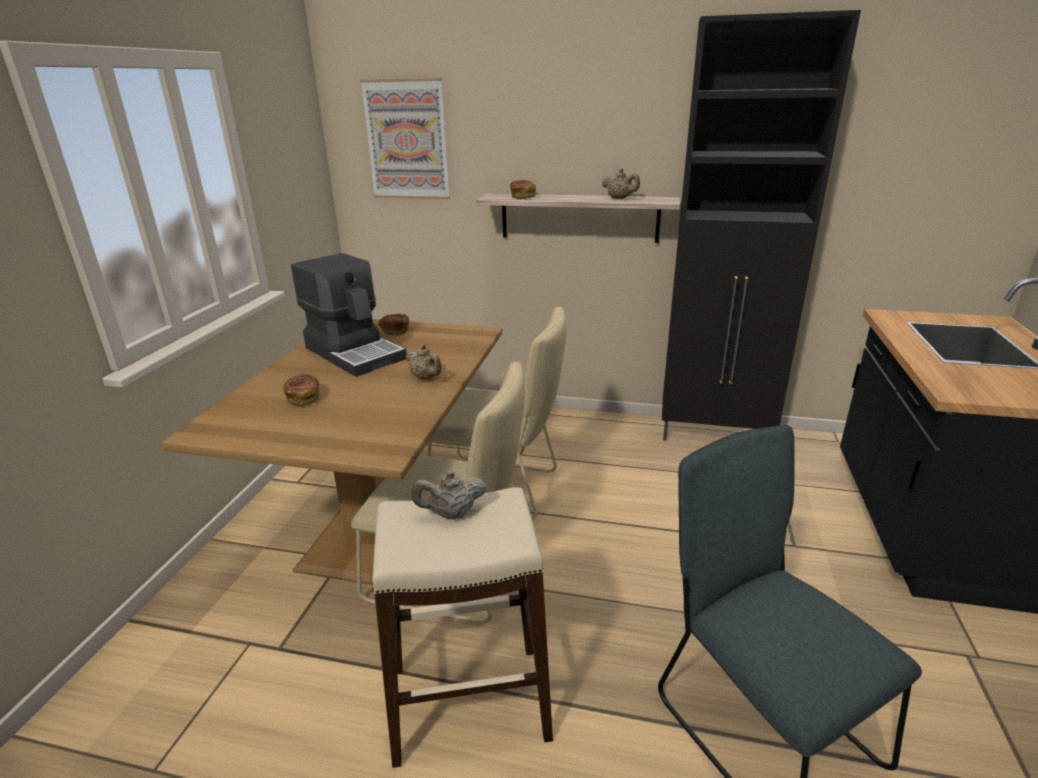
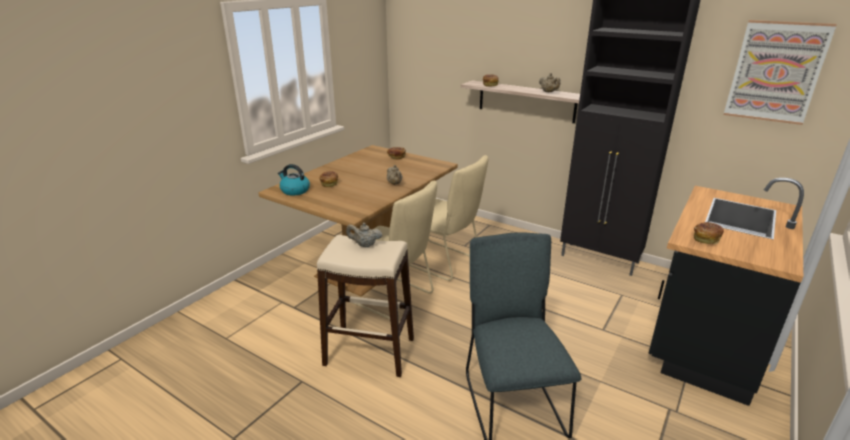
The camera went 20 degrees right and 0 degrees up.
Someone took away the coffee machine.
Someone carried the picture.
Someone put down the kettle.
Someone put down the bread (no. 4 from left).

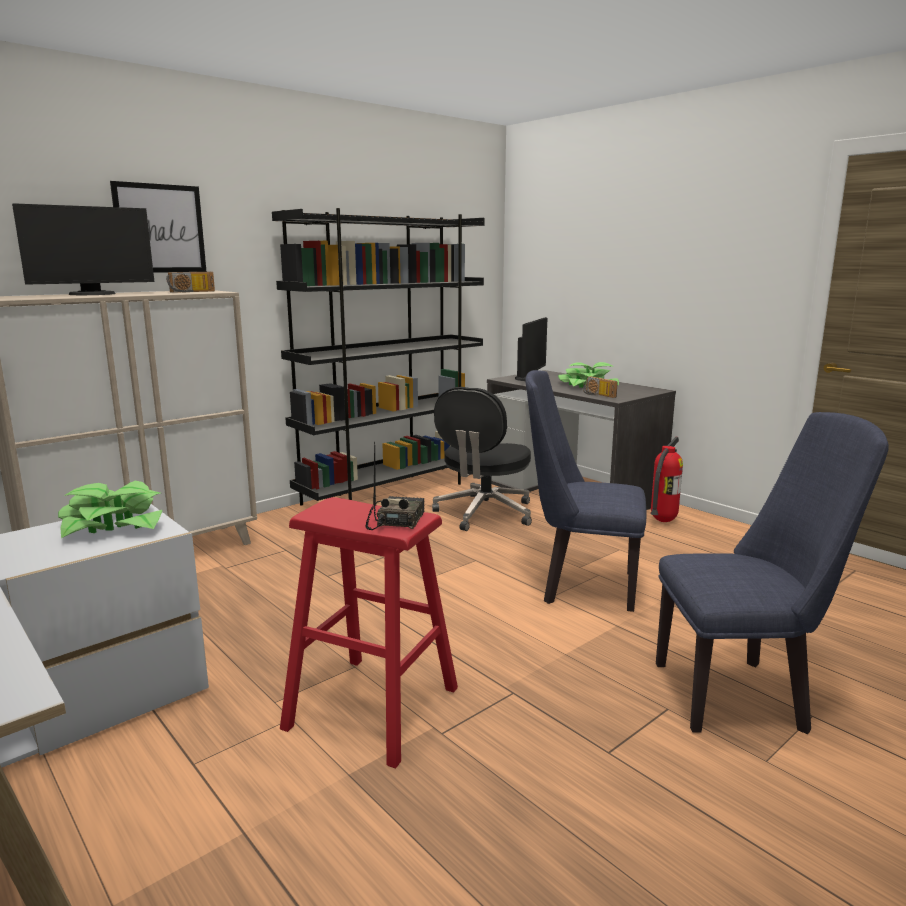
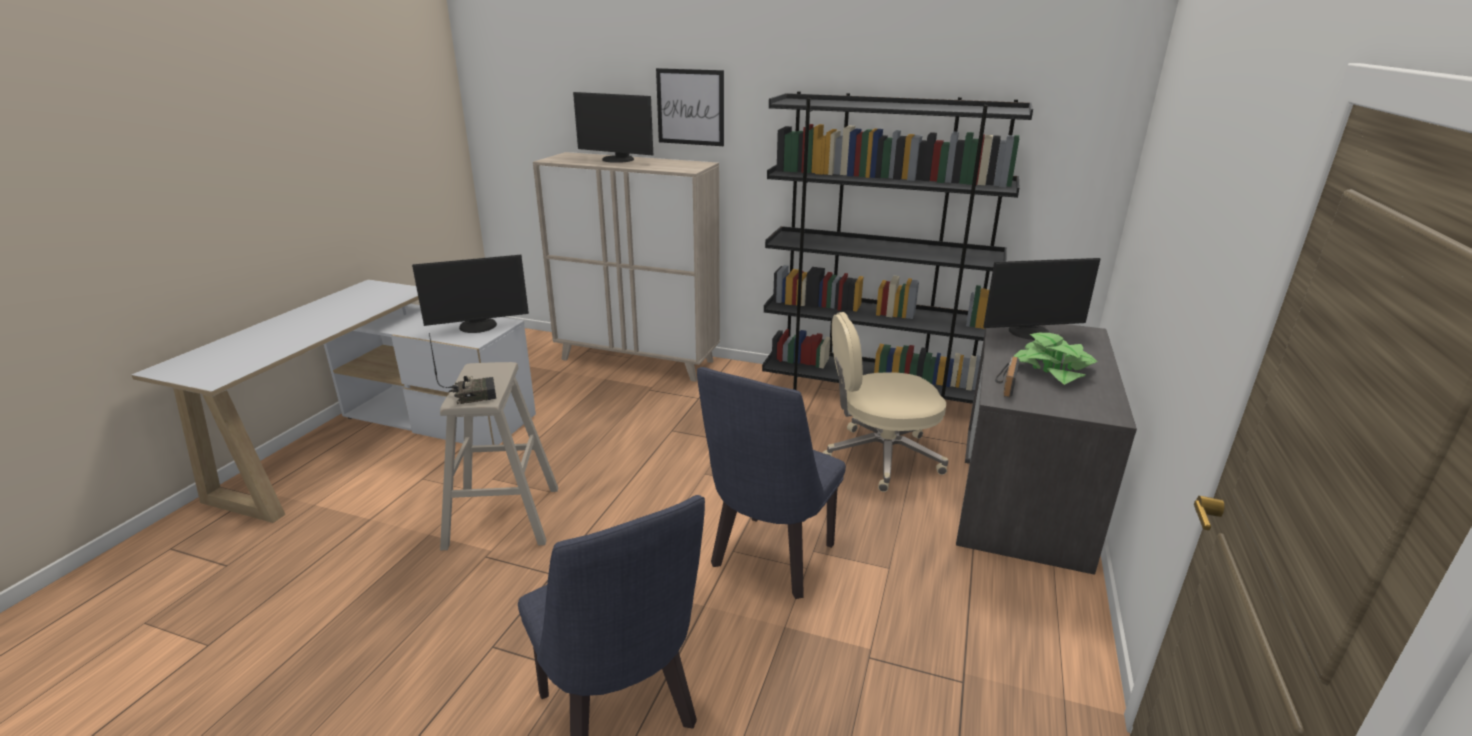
The camera went 60 degrees right and 10 degrees up.
Someone swapped the potted plant (no. 1 from left) for the monitor (no. 1 from left).
Someone took away the radio (no. 1 from left).
Someone repainted the red stool, which became the beige stool.
Someone repainted the black office chair, which became the beige office chair.
Someone rotated the blue chair (no. 1 from left in the first image) by 135 degrees counterclockwise.
Someone took away the fire extinguisher.

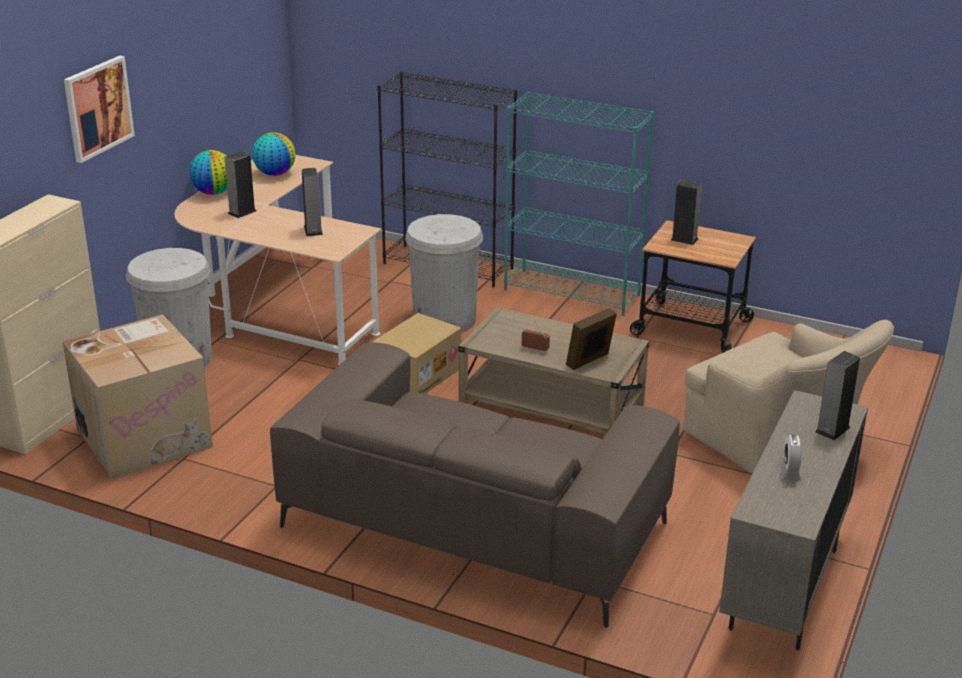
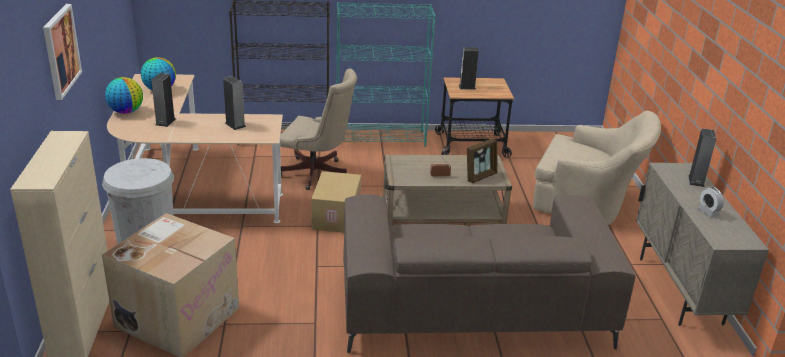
The camera went 30 degrees left and 0 degrees up.
Someone swapped the white trash can (no. 2 from left) for the beige office chair.
Someone rotated the picture frame by 150 degrees counterclockwise.

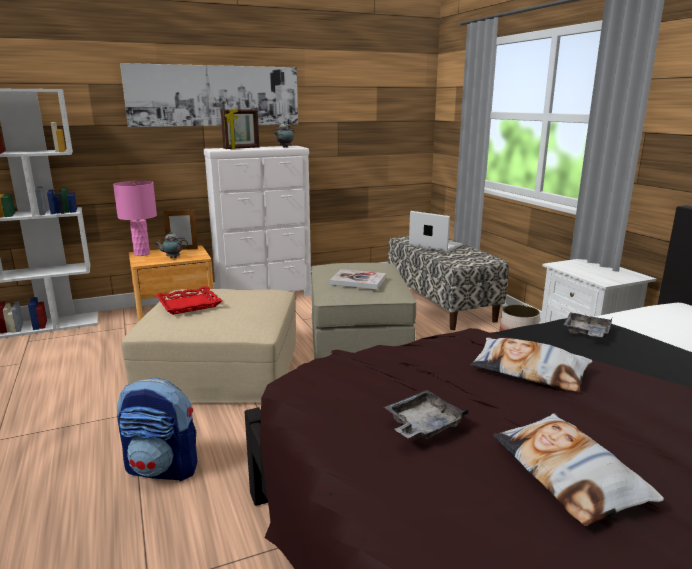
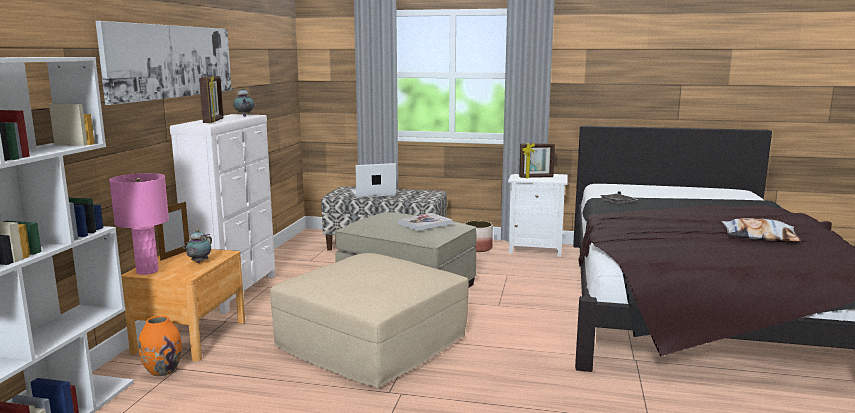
The camera went 55 degrees left and 5 degrees down.
Someone took away the backpack.
Someone took away the red tray.
Someone took away the grey tray (no. 1 from left).
Someone took away the pillow (no. 1 from left).
Someone put down the orange vase.
Someone put down the picture frame (no. 3 from left).

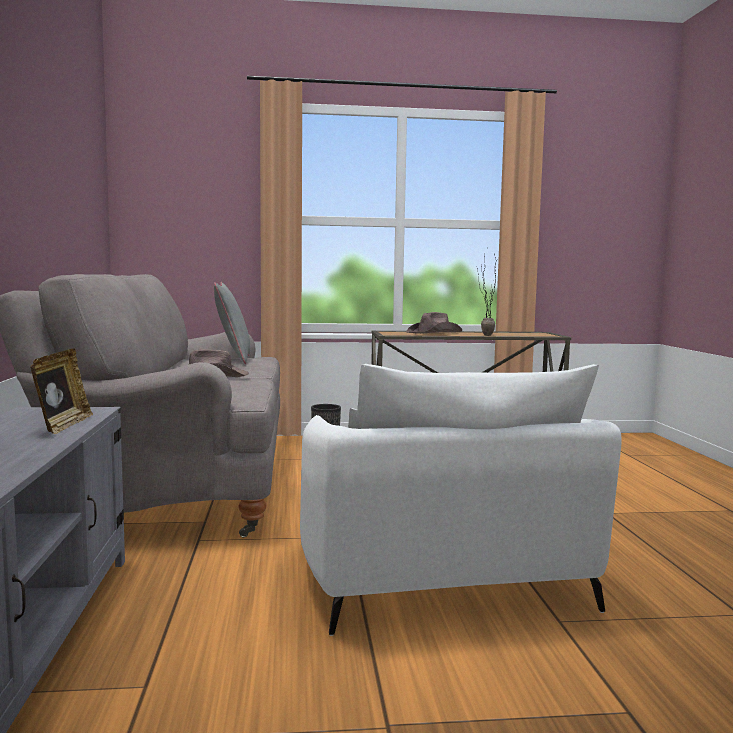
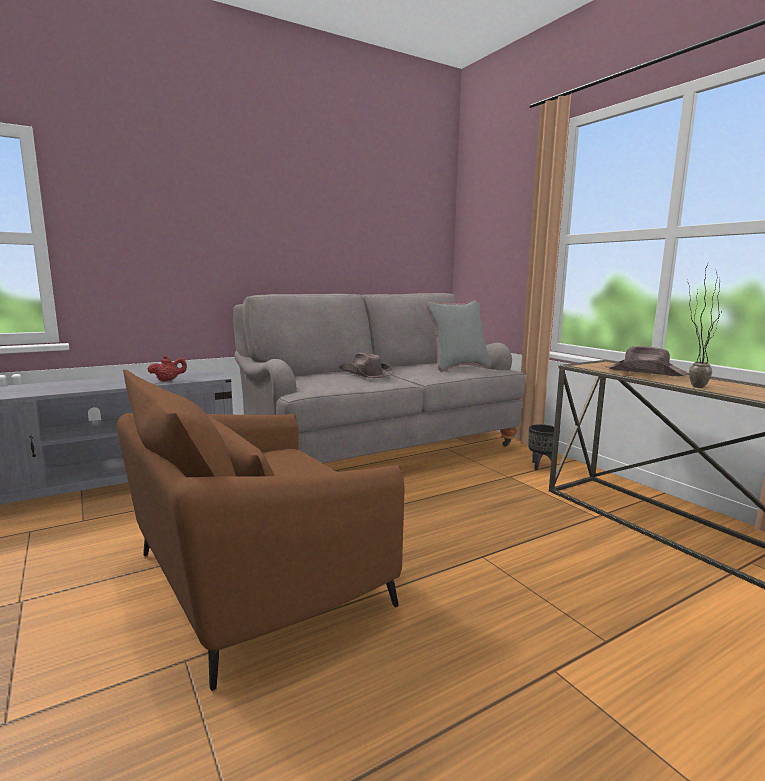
The camera went 65 degrees right and 5 degrees up.
Someone swapped the picture frame for the red teapot.
Someone repainted the white armchair, which became the brown armchair.

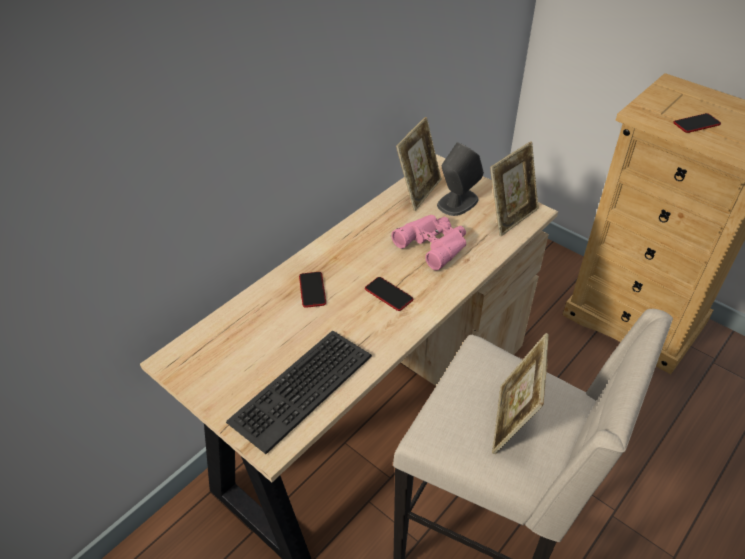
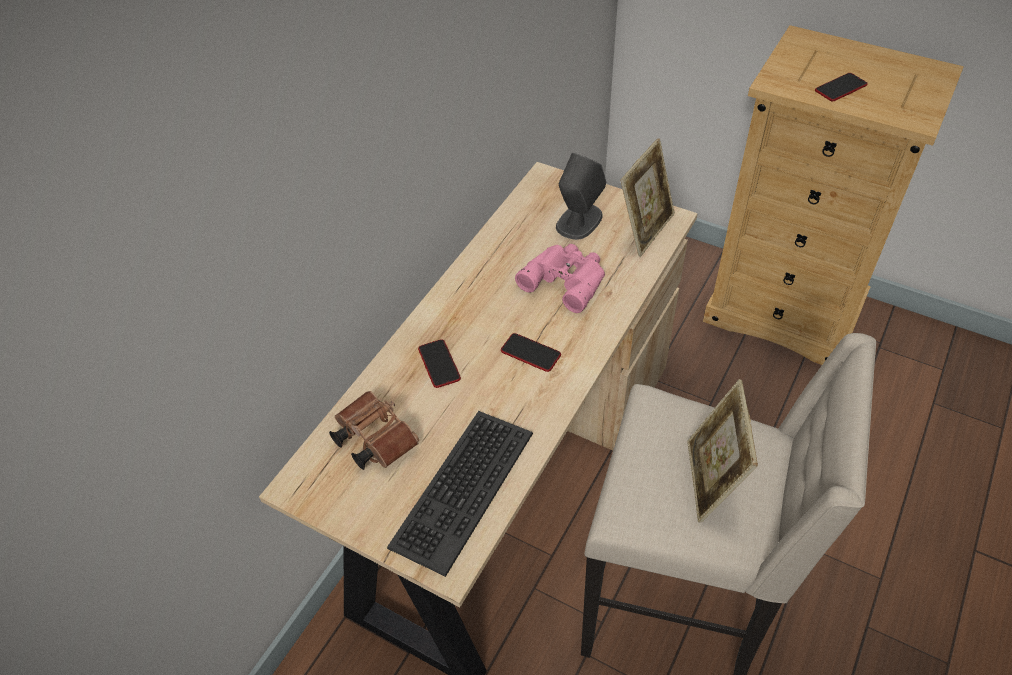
The camera went 10 degrees left and 5 degrees up.
Someone took away the picture frame (no. 1 from left).
Someone put down the brown binoculars.

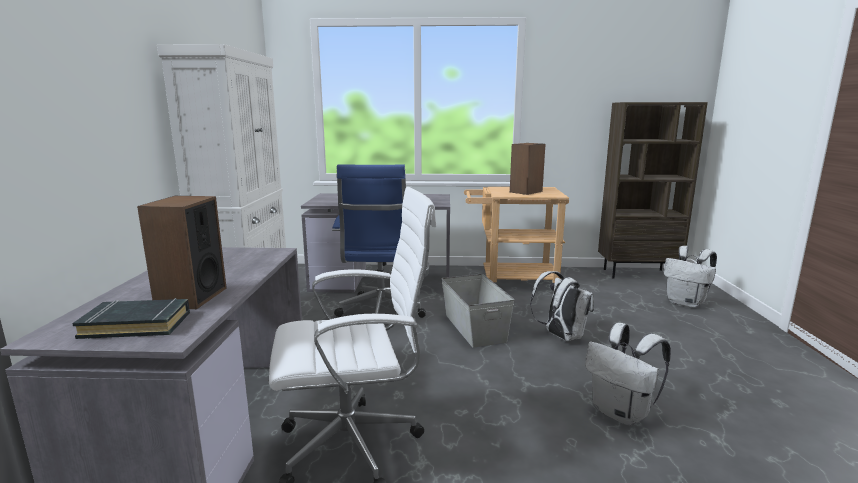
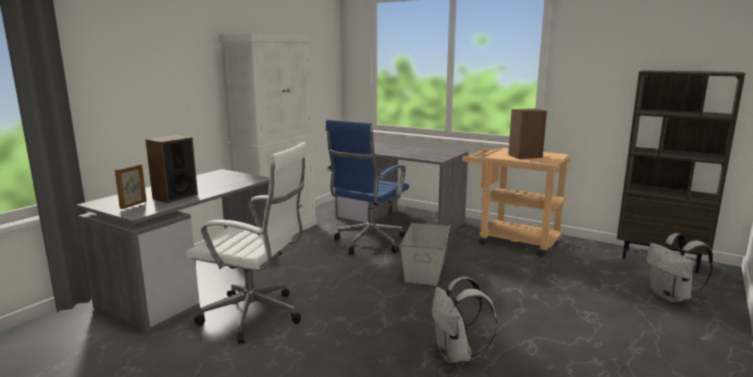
The camera went 30 degrees right and 0 degrees up.
Someone swapped the black book for the picture frame.
Someone took away the white backpack (no. 1 from left).

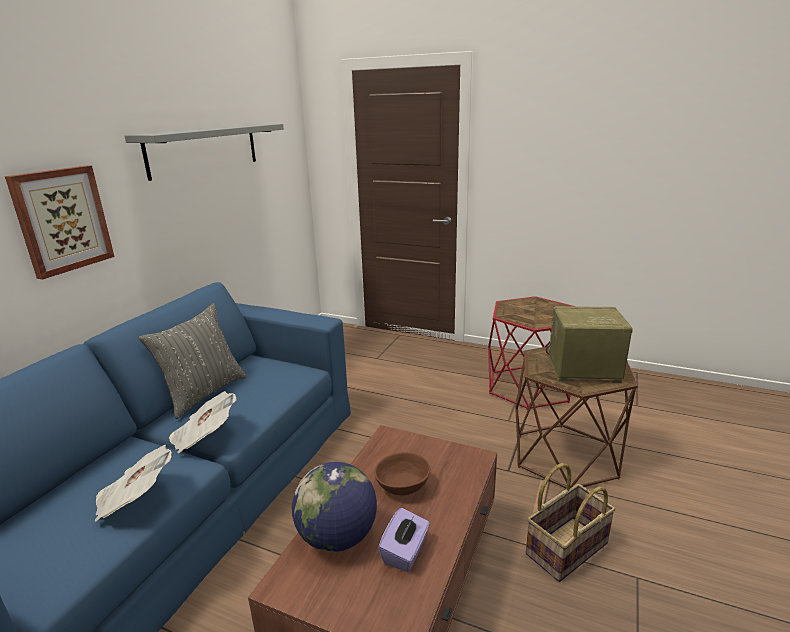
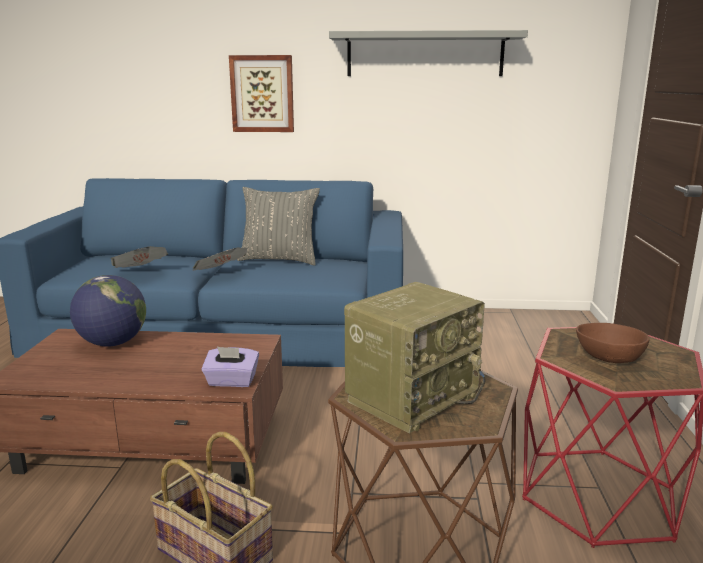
The camera went 70 degrees right and 5 degrees down.
Someone carried the brown bowl.
Someone carried the purple tissue box.
Someone rotated the radio by 60 degrees clockwise.

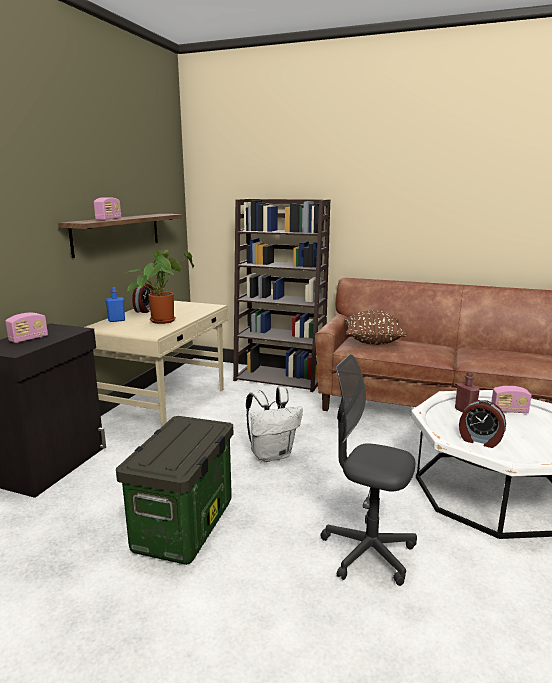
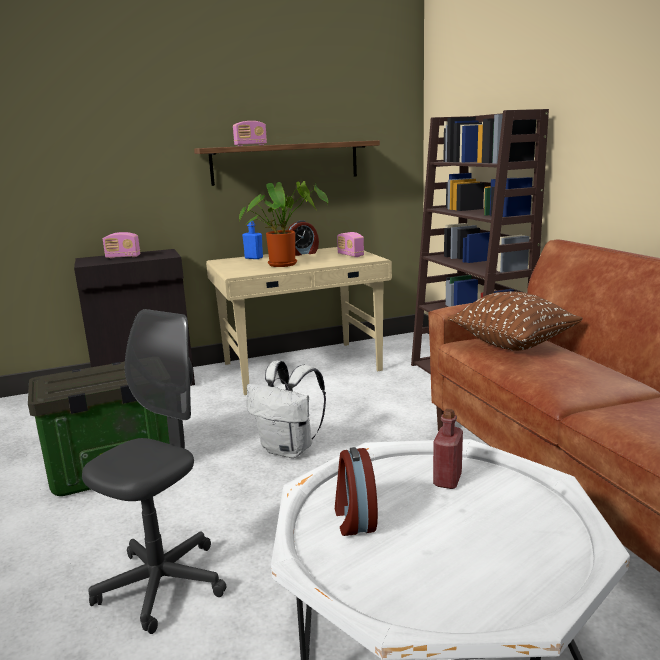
The camera went 50 degrees right and 0 degrees up.
Someone rotated the grey office chair by 45 degrees clockwise.
Someone carried the radio (no. 3 from left).

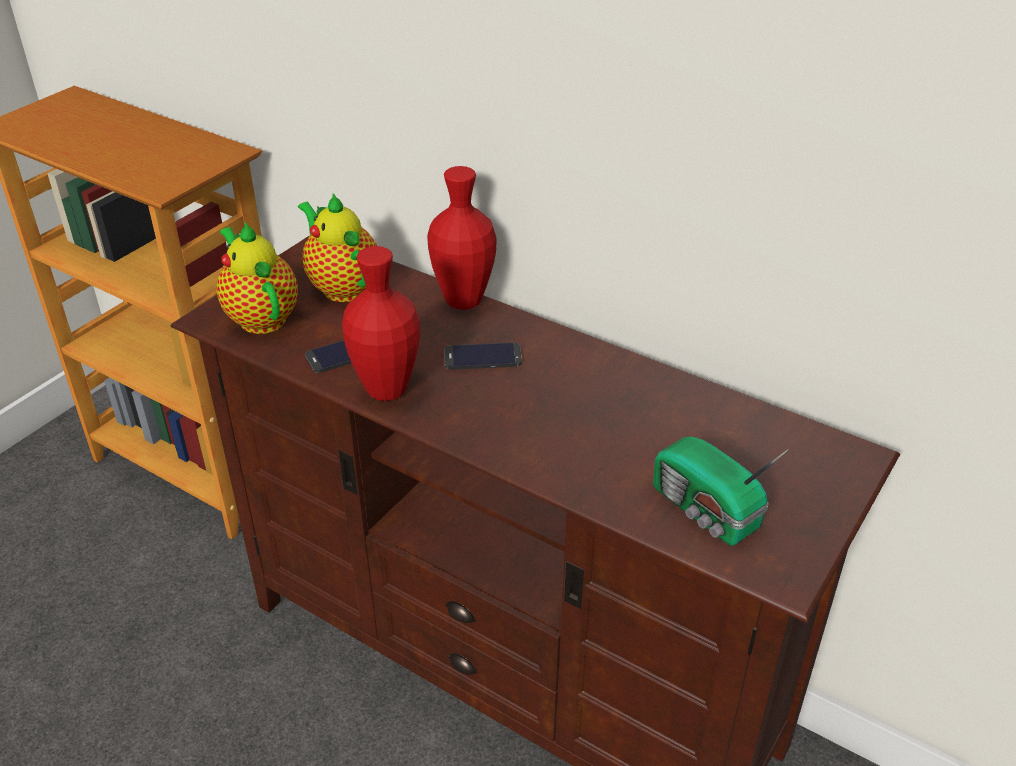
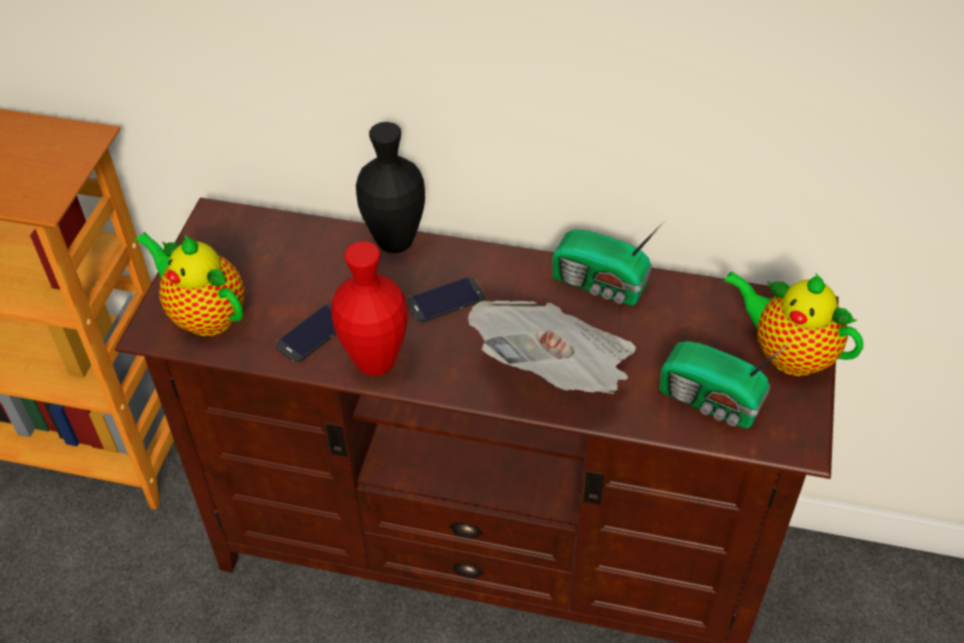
The camera went 20 degrees left and 10 degrees up.
Someone carried the teapot (no. 2 from left).
Someone repainted the red vase (no. 2 from left), which became the black vase.
Someone put down the newspaper.
Someone put down the radio (no. 1 from left).

